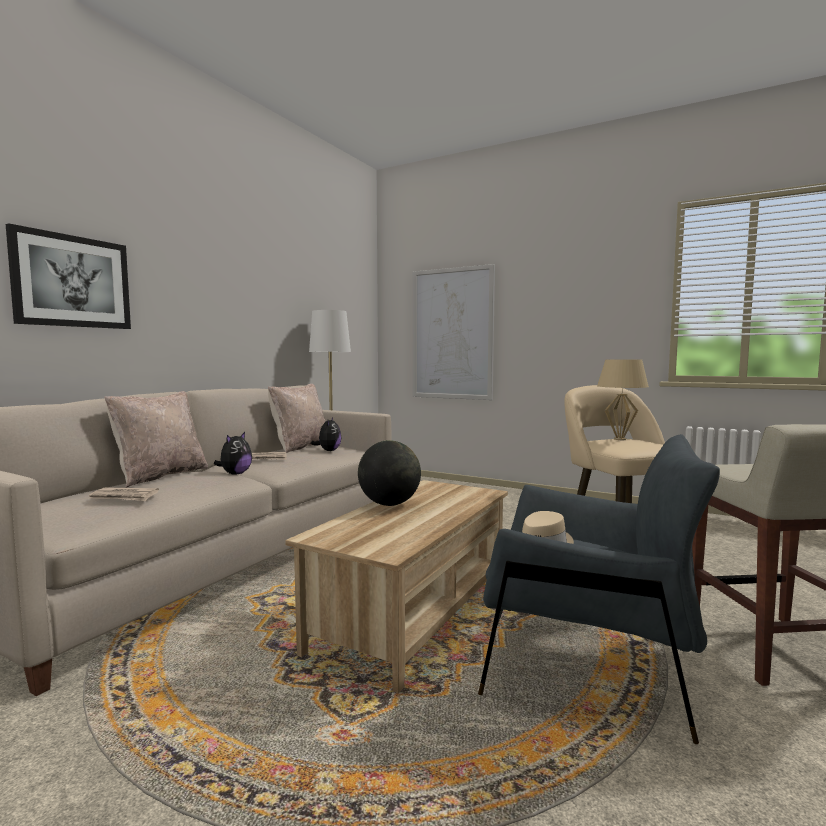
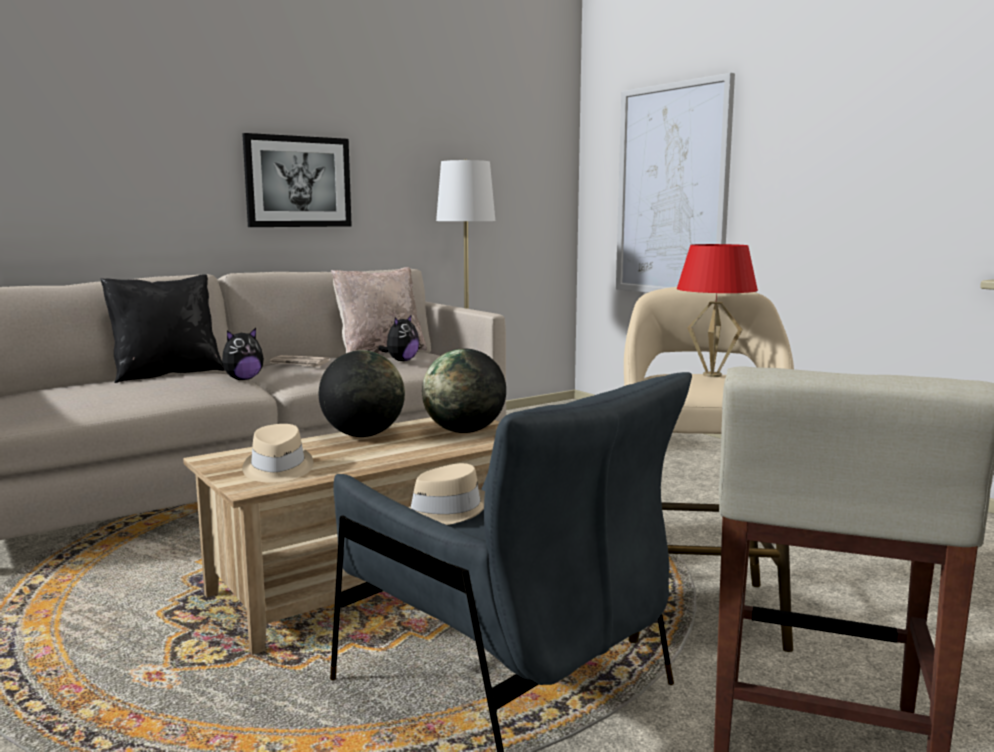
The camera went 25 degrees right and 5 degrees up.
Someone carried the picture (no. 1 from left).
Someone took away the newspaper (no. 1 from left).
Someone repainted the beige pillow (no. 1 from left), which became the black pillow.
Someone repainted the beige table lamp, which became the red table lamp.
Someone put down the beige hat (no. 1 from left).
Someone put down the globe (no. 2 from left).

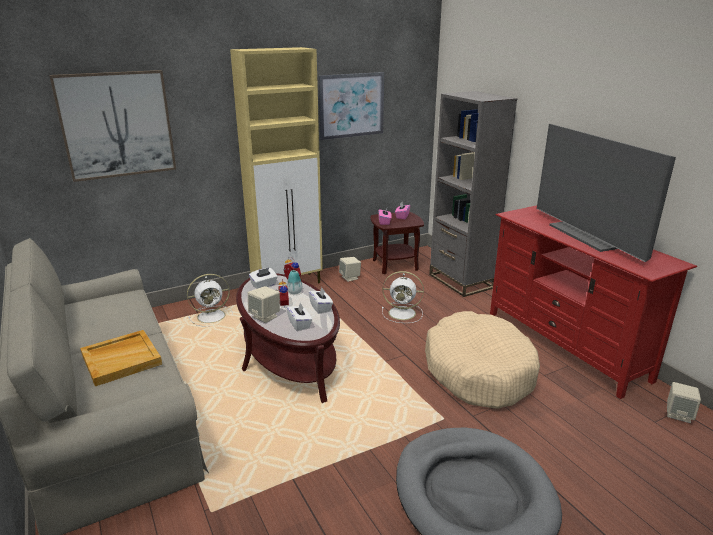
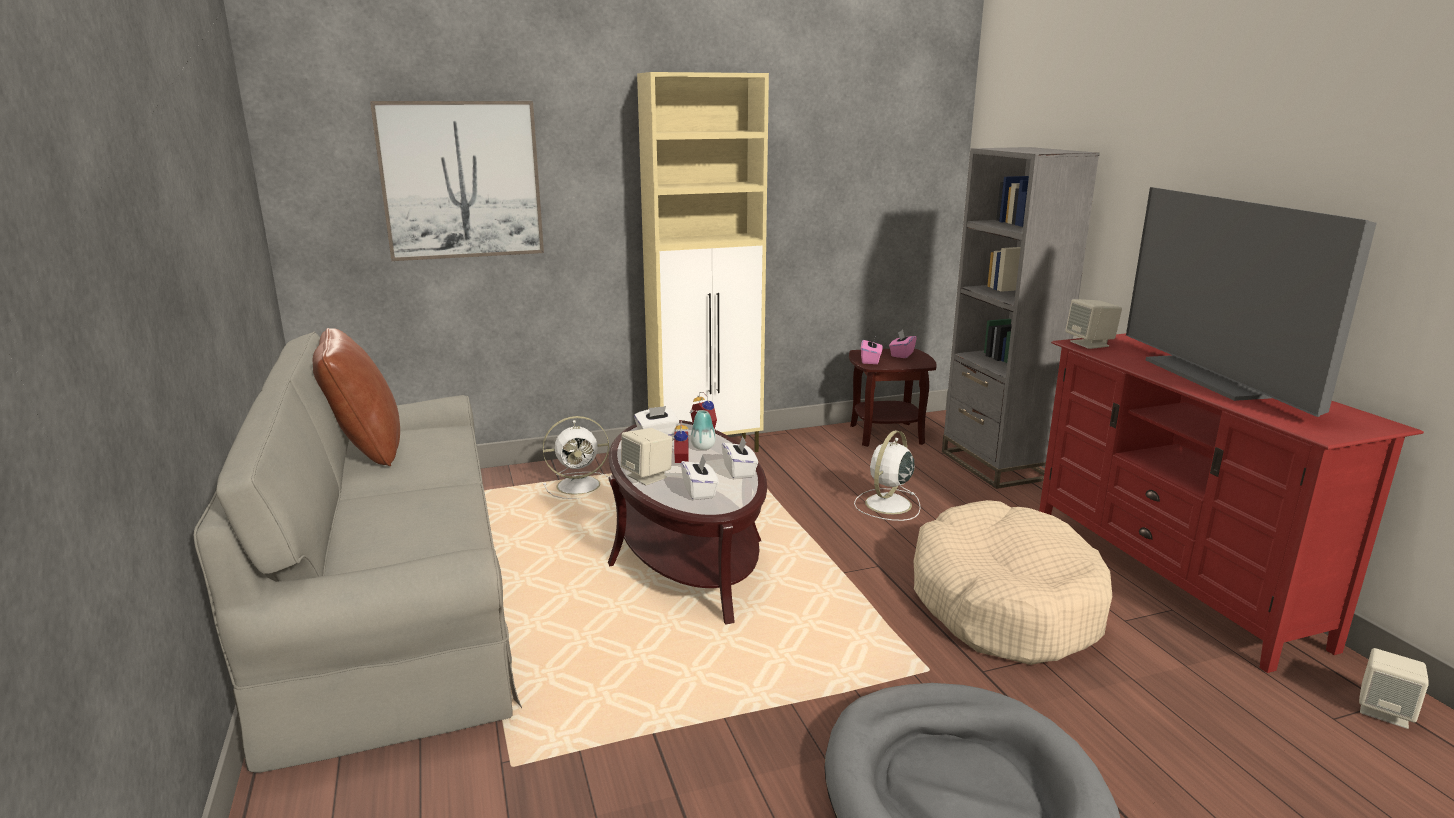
The camera went 10 degrees right and 5 degrees down.
Someone took away the beige tray.
Someone took away the picture (no. 2 from left).
Someone carried the beige speaker (no. 2 from left).
Someone rotated the white fan (no. 2 from left) by 105 degrees clockwise.
Someone put down the brown pillow.

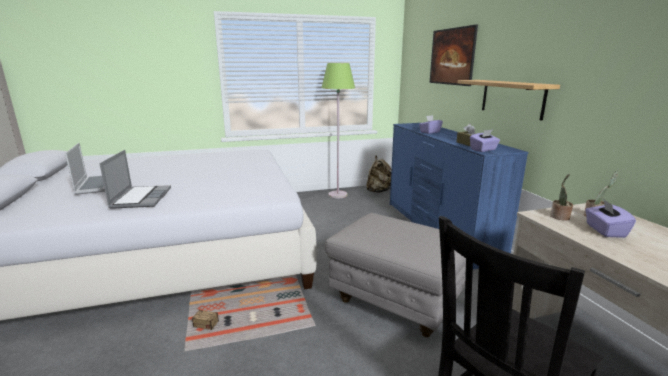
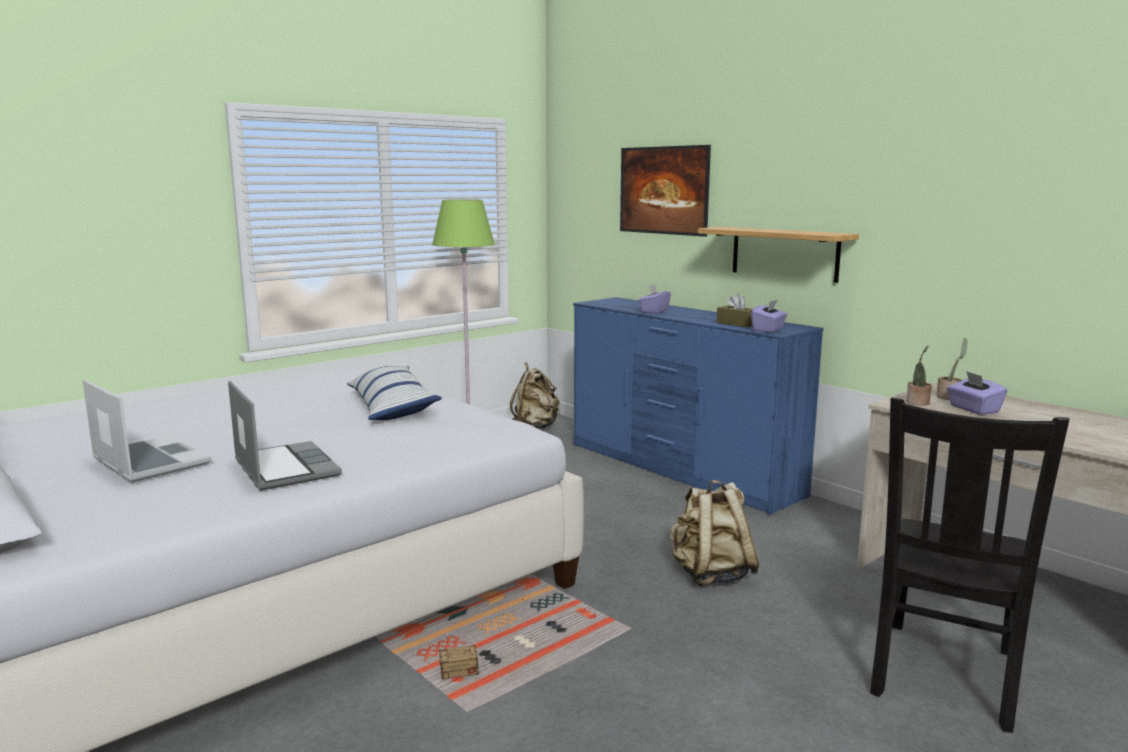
The camera went 25 degrees left and 5 degrees down.
Someone swapped the grey ottoman for the beige backpack (no. 2 from left).
Someone put down the pillow.

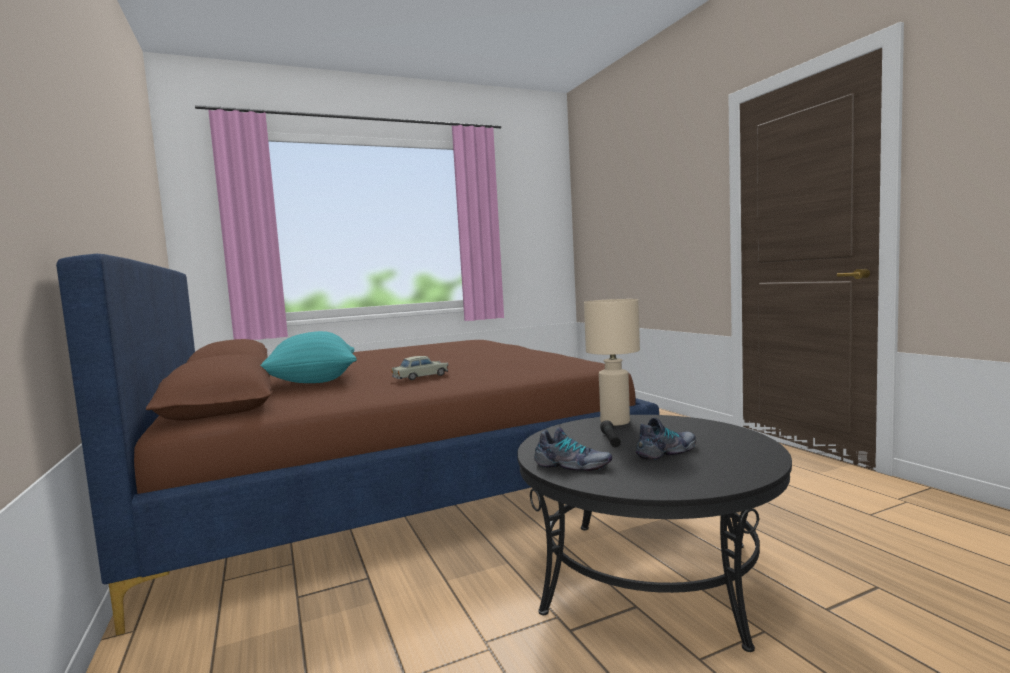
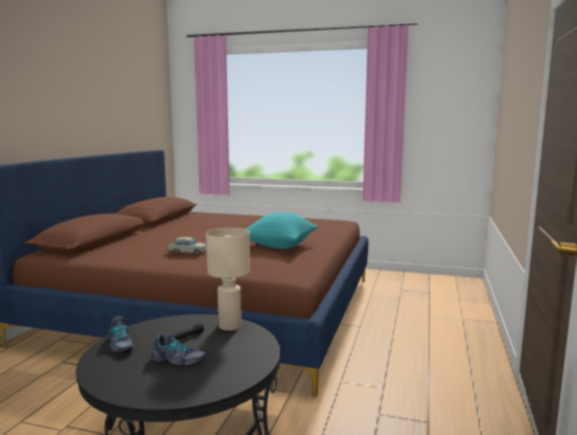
The camera went 40 degrees right and 5 degrees up.
Someone carried the turquoise pillow.

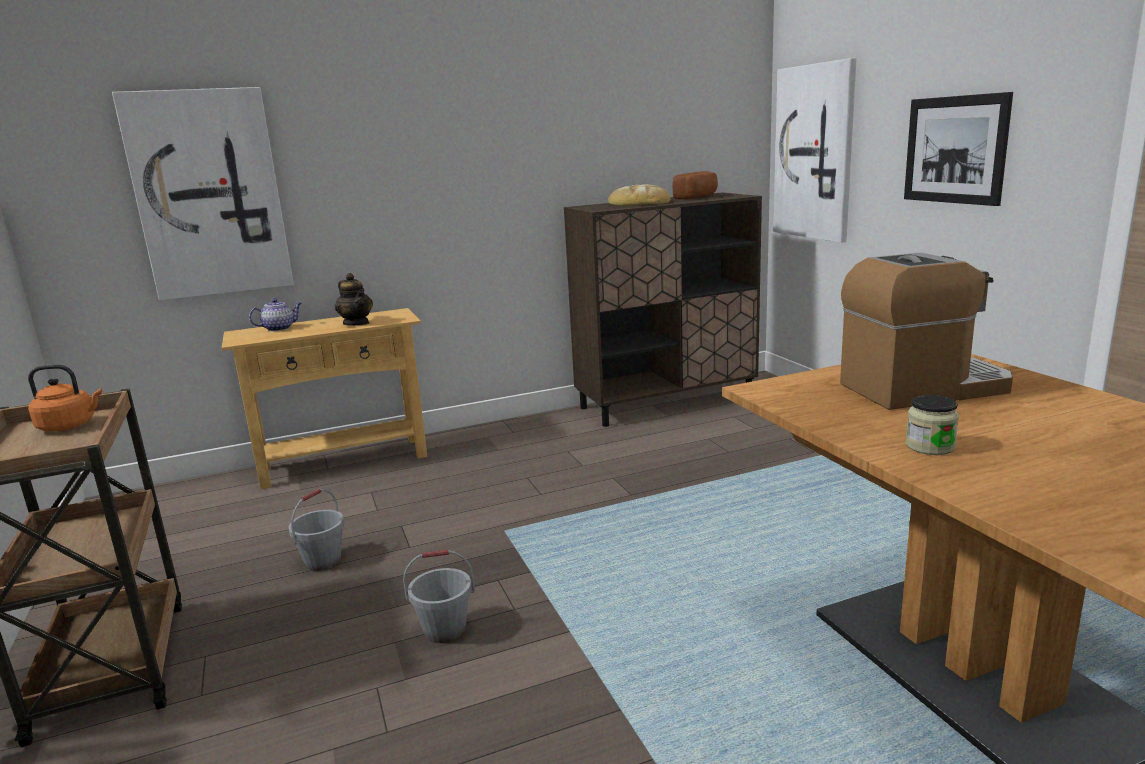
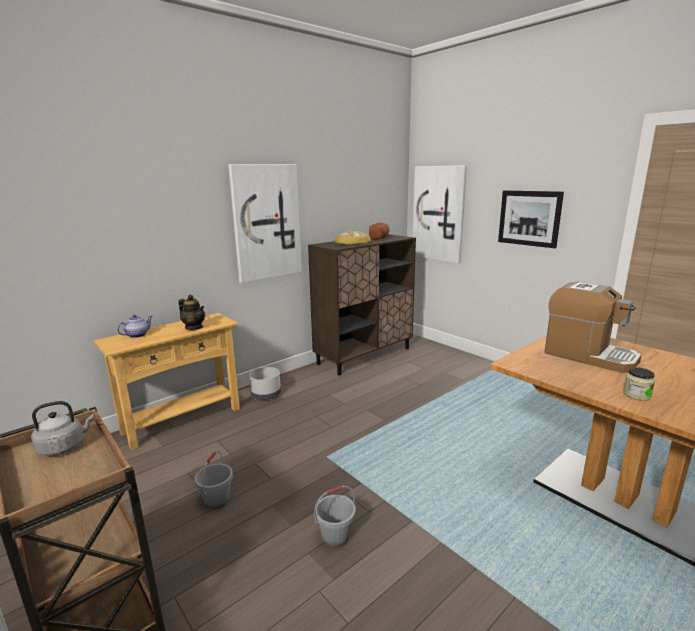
The camera went 20 degrees left and 0 degrees up.
Someone repainted the orange kettle, which became the grey kettle.
Someone carried the picture (no. 1 from left).
Someone rotated the coffee machine by 75 degrees clockwise.
Someone put down the grey planter.

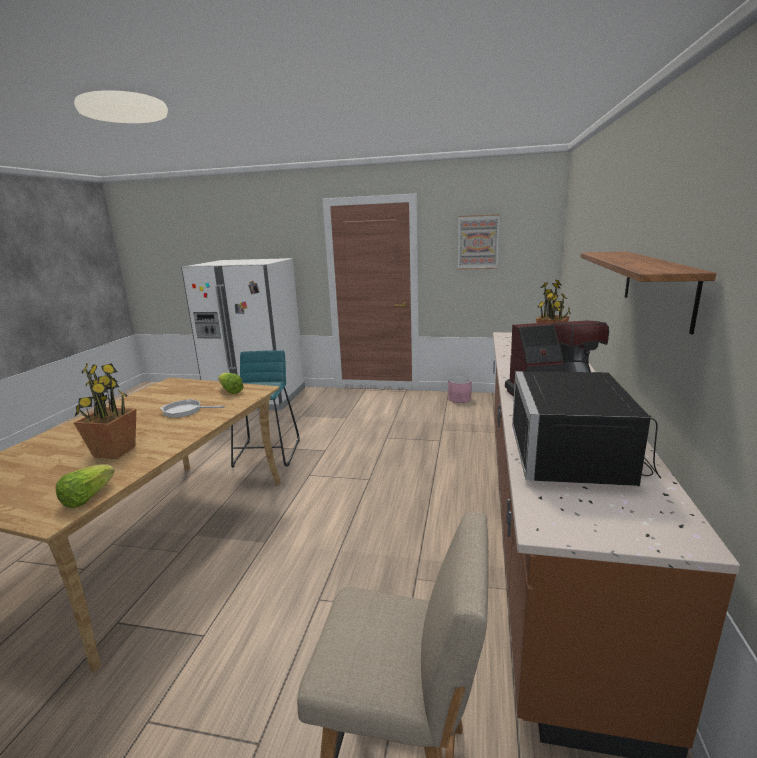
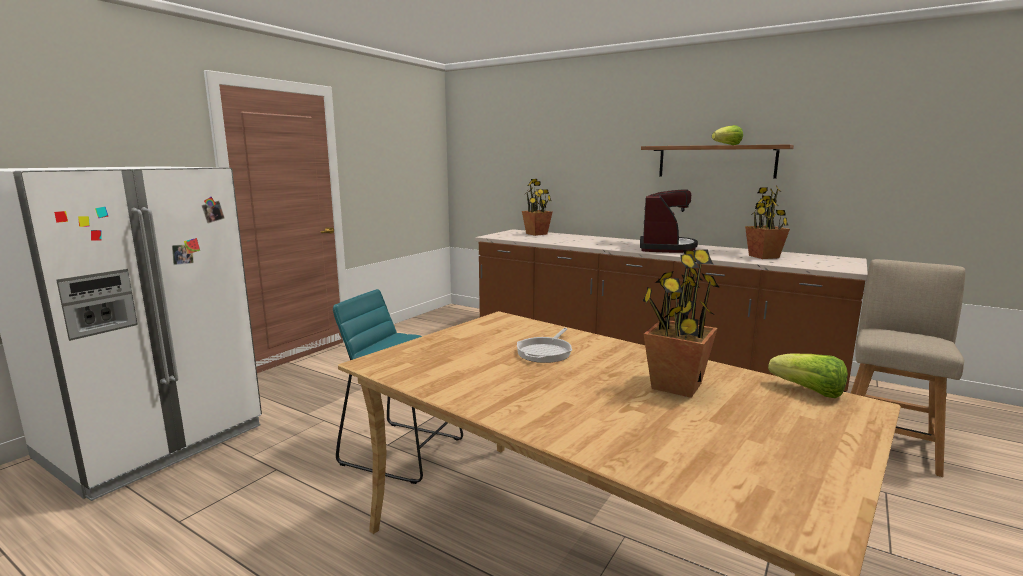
The camera went 70 degrees left and 5 degrees down.
Someone carried the lettuce (no. 2 from left in the first image).
Someone took away the pink planter.
Someone took away the picture.
Someone swapped the black microwave for the potted plant (no. 3 from left).

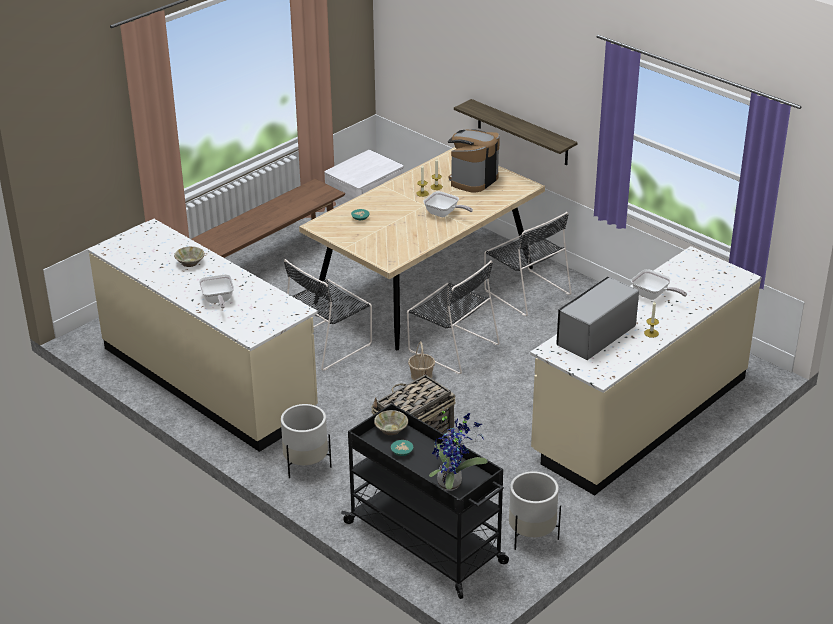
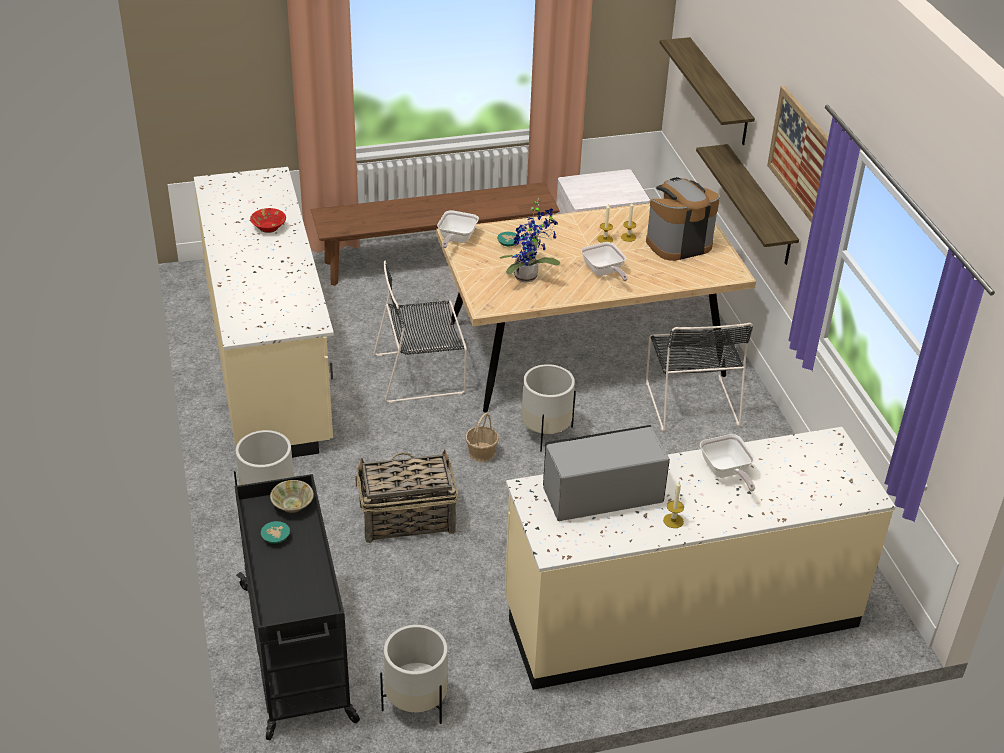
The camera went 30 degrees right and 5 degrees up.
Someone repainted the beige bowl (no. 1 from left), which became the red bowl.
Someone carried the frying pan (no. 1 from left).
Someone swapped the black chair (no. 2 from left) for the white planter (no. 3 from left).
Someone carried the potted plant.
Someone put up the shelf (no. 1 from left).
Someone put up the picture.

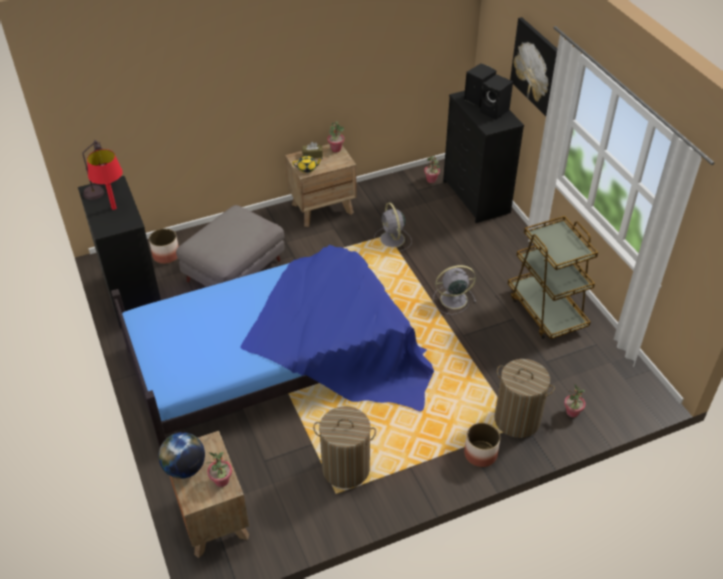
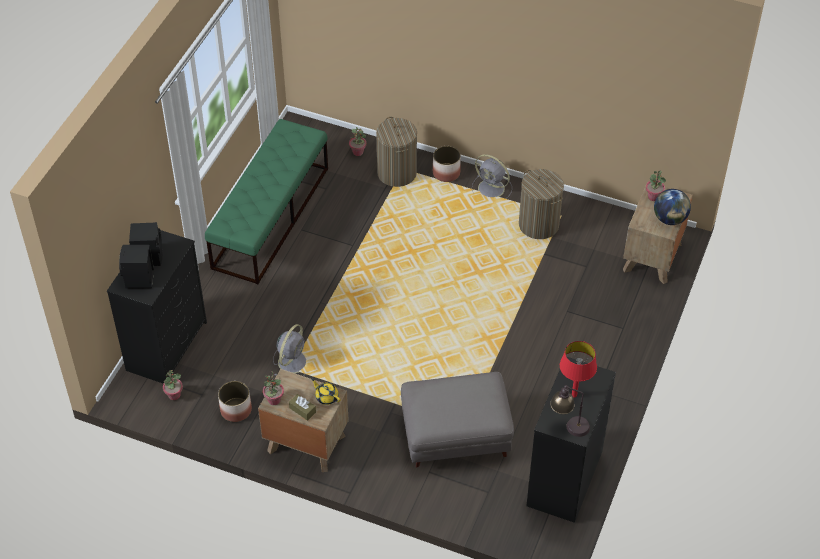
The camera went 135 degrees left and 5 degrees up.
Someone took away the bed.
Someone carried the planter (no. 1 from left).
Someone carried the grey fan (no. 2 from left).
Someone swapped the brown cart for the green bench.
Someone took away the picture.

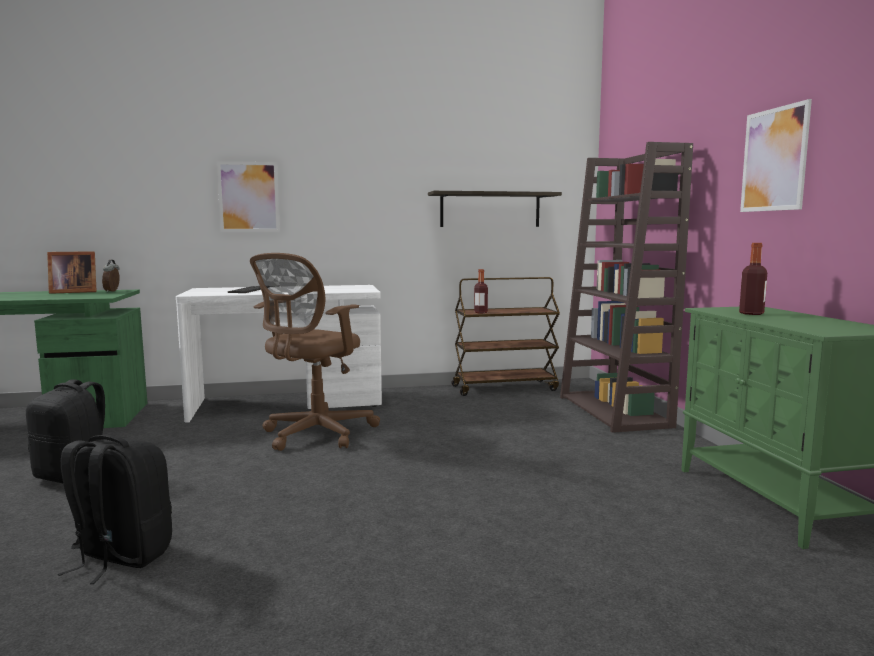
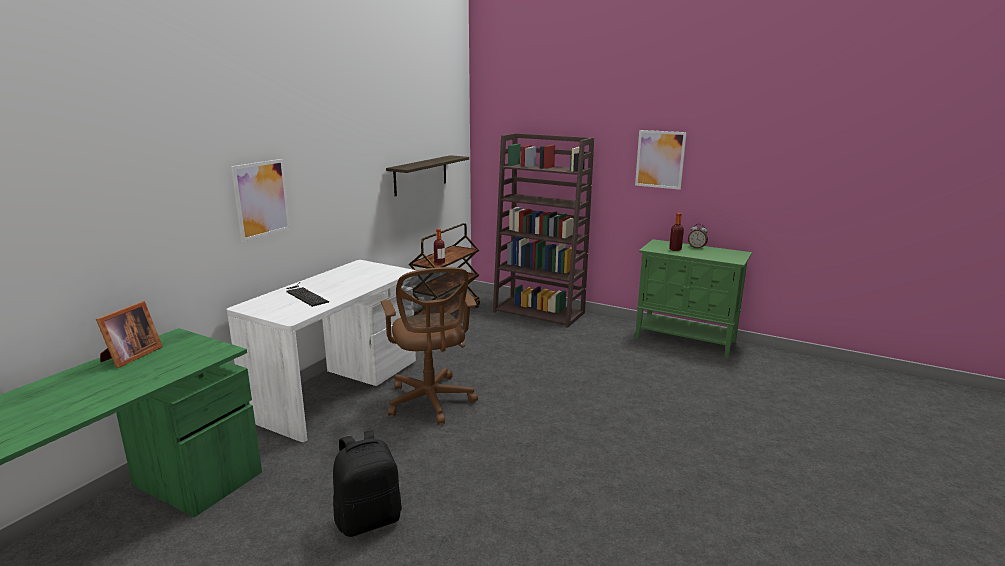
The camera went 50 degrees left and 10 degrees up.
Someone took away the black backpack (no. 2 from left).
Someone carried the alarm clock.

